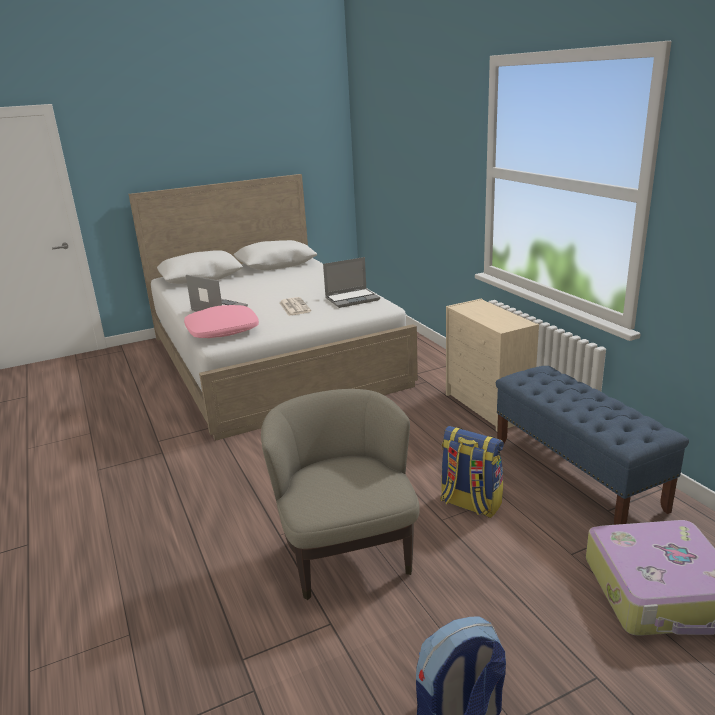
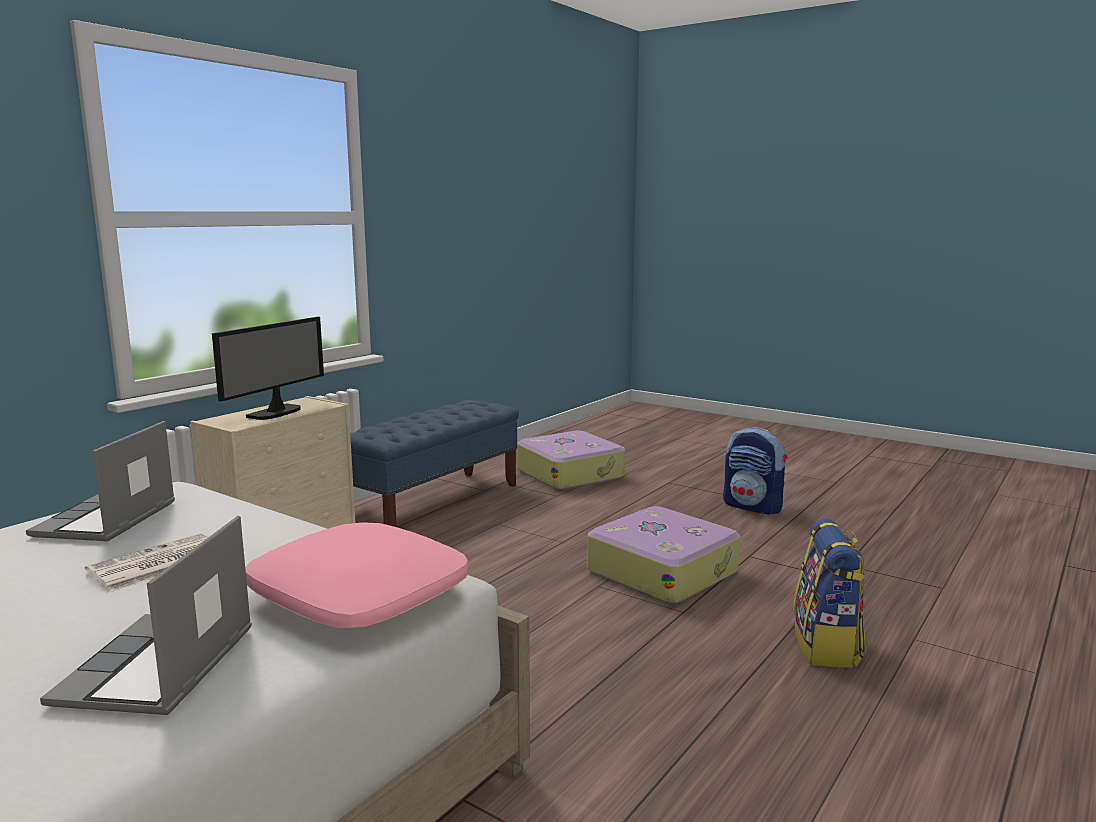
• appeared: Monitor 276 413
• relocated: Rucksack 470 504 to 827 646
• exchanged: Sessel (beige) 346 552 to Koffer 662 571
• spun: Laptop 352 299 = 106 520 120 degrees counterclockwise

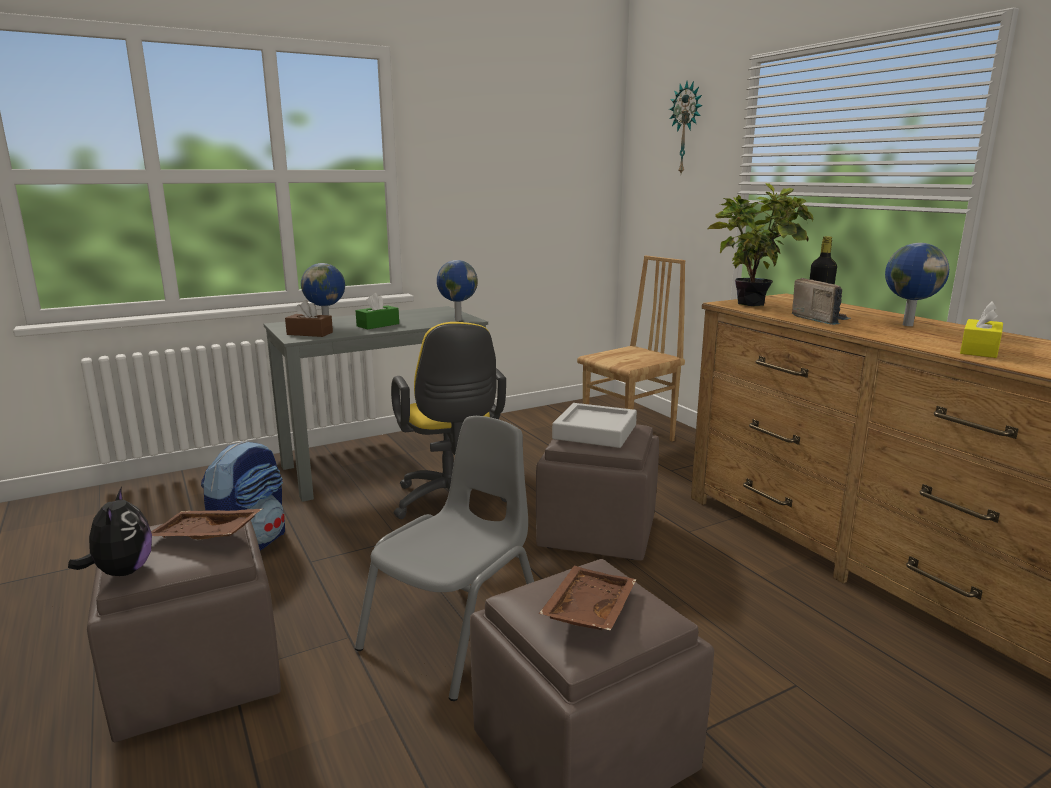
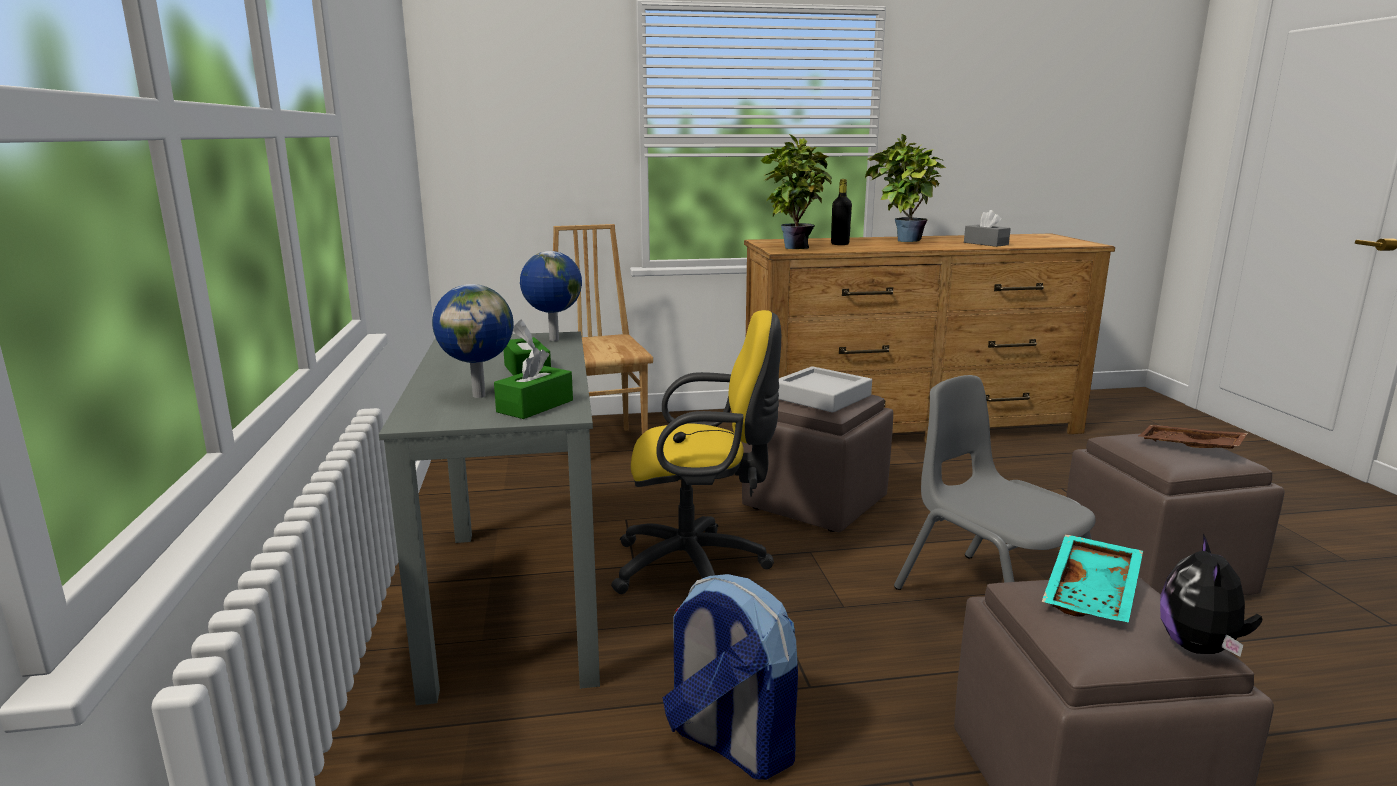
• missing: Wanduhr 686 128
• missing: Radio 819 319
• exchanged: Globus 906 325 to Topfpflanze 901 241
• colour: Tablett (braun) 205 536 to Tablett (türkis) 1094 593
• colour: Taschentuchbox (braun) 310 333 to Taschentuchbox (grün) 535 406
• colour: Taschentuchbox (gelb) 979 350 to Taschentuchbox (grau) 985 243
• spun: Plüschtier 122 572 = 1200 648 75 degrees counterclockwise

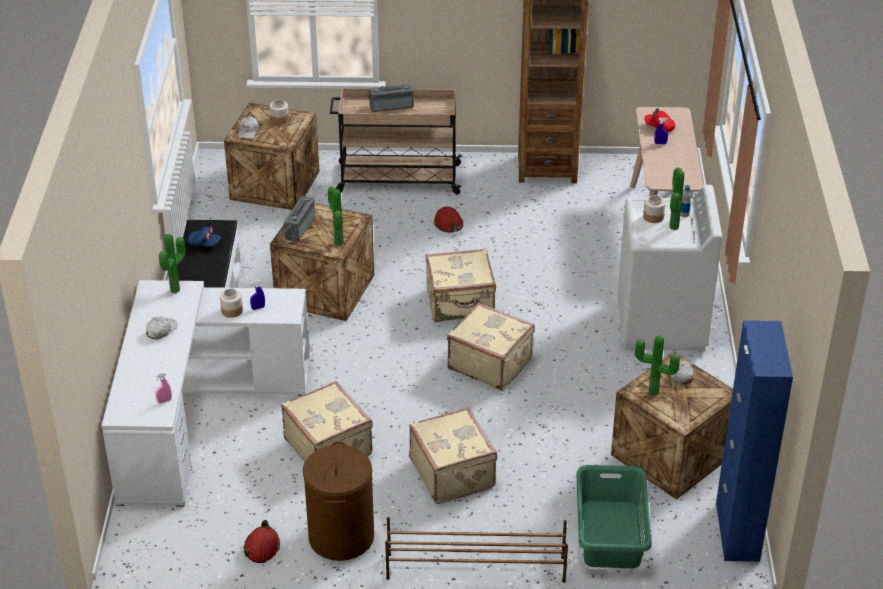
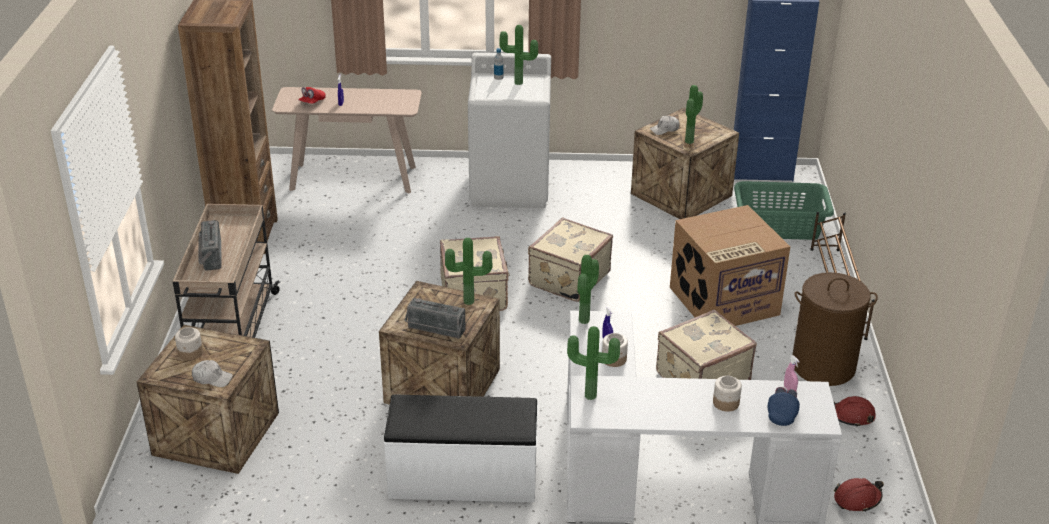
• missing: Kappe (weiß) 161 330
• appeared: Topfpflanze 586 321
• relocated: Kappe (blau) 204 243 to 782 413
• relocated: Schutzhelm (rot) 448 224 to 857 499
• relocated: Vorratsglas 653 217 to 725 403
• exchanged: Koffer (beige) 453 472 to Karton 723 302

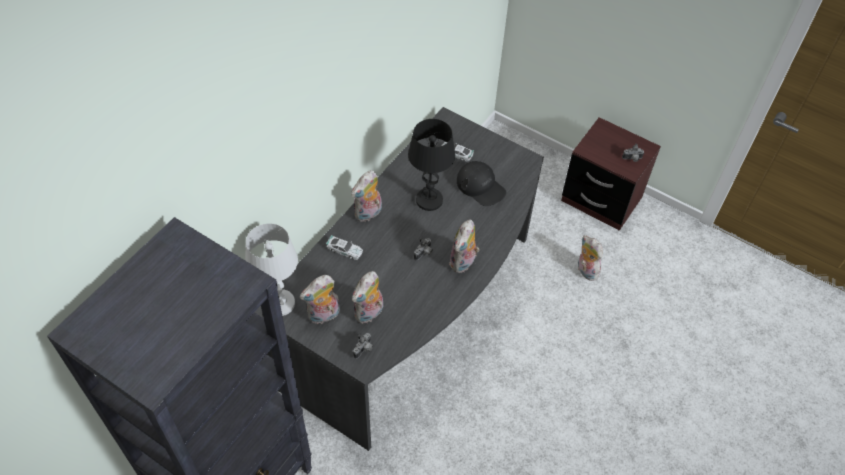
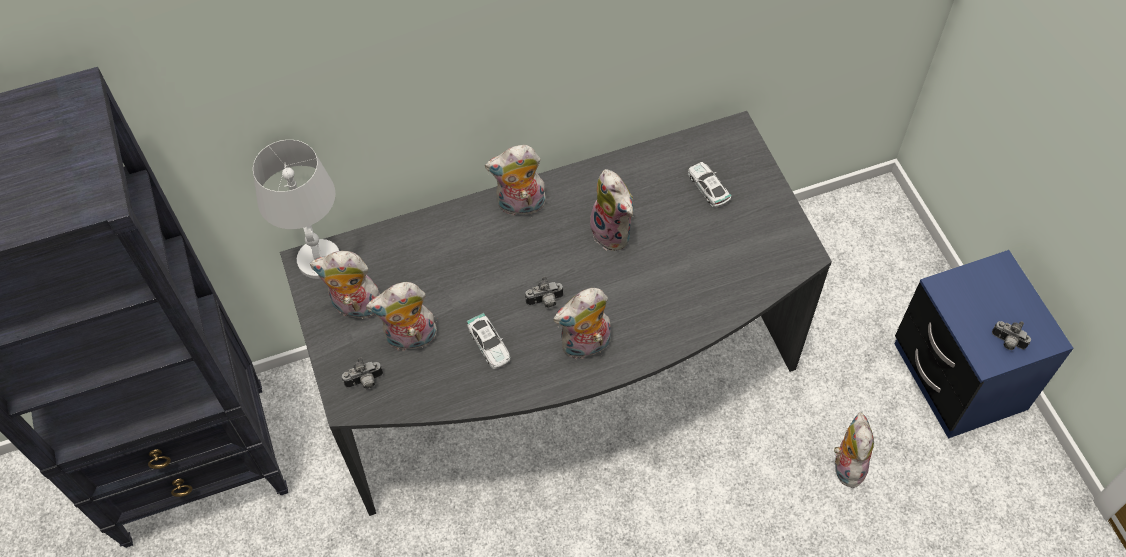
• missing: Kappe (schwarz) 481 186
• relocated: Spielzeugauto 345 250 to 489 345
• exchanged: Tischlampe (schwarz) 429 200 to Plüschtier 614 232
• colour: Nachttisch (braun) 601 199 to Nachttisch (blau) 958 376

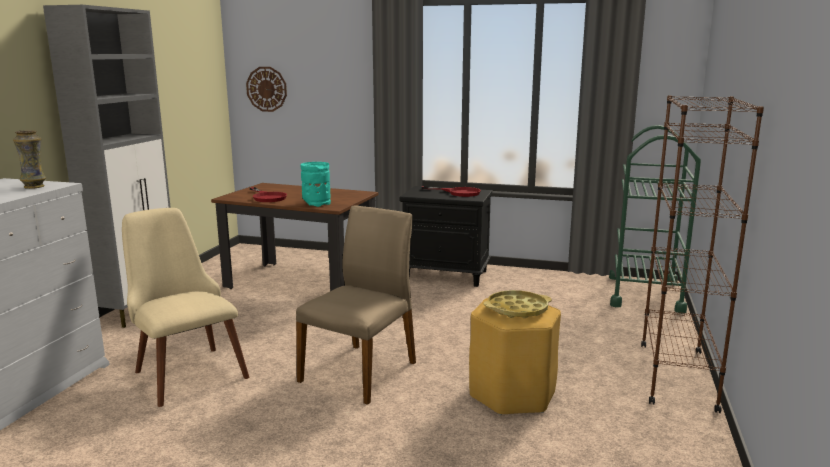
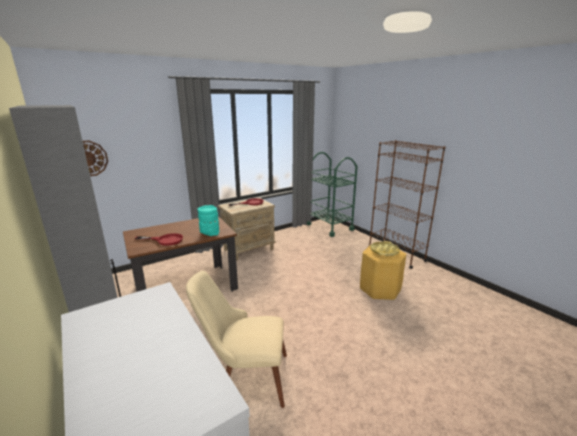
• missing: Vase 35 186
• missing: Stuhl (beige) 360 371
• colour: Nachttisch (schwarz) 447 275 to Nachttisch (beige) 249 249

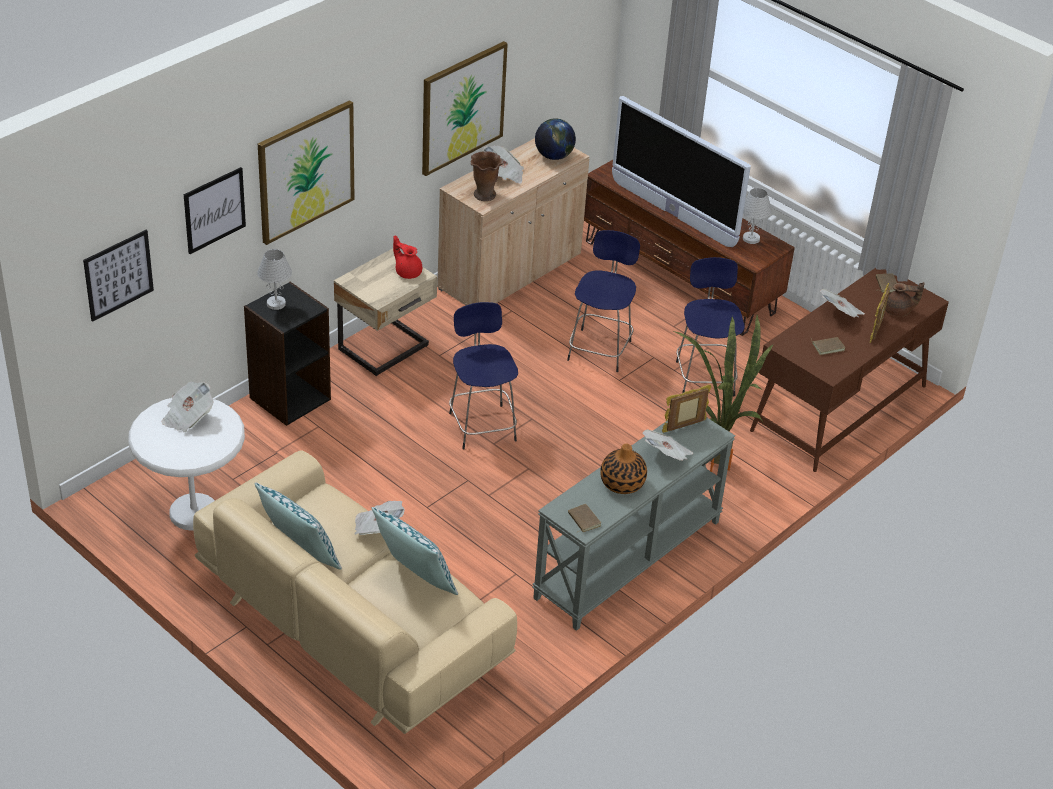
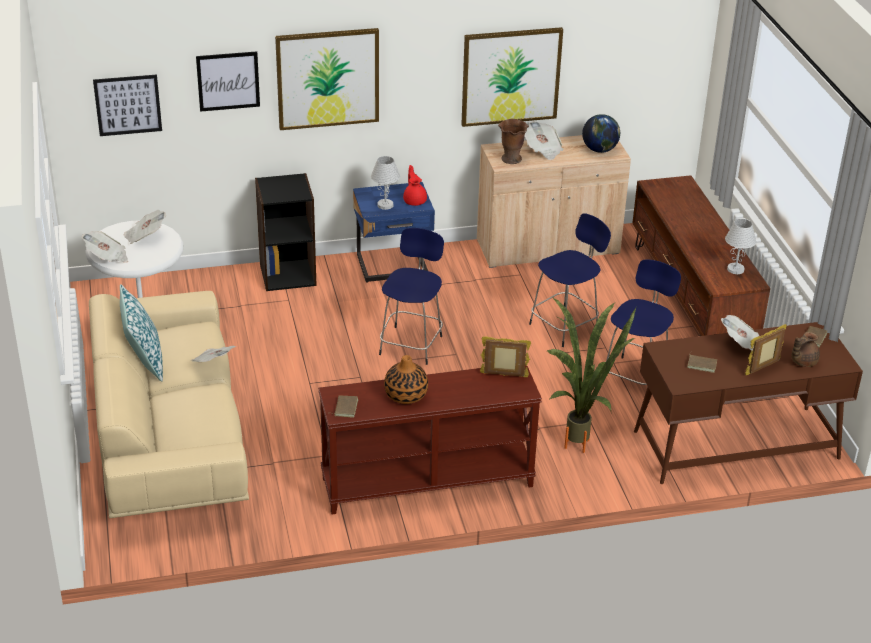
• missing: Kissen 414 579
• missing: Fernseher 672 214
• relocated: Tischlampe (weiß) 276 303 to 385 205
• relocated: Zeitung 667 455 to 107 257
• colour: Nachttisch (beige) 386 349 to Nachttisch (blau) 393 267
• colour: Konsolentisch (grau) 629 560 to Konsolentisch (braun) 427 483
• spun: Teekanne (braun) 898 311 = 802 361 105 degrees clockwise

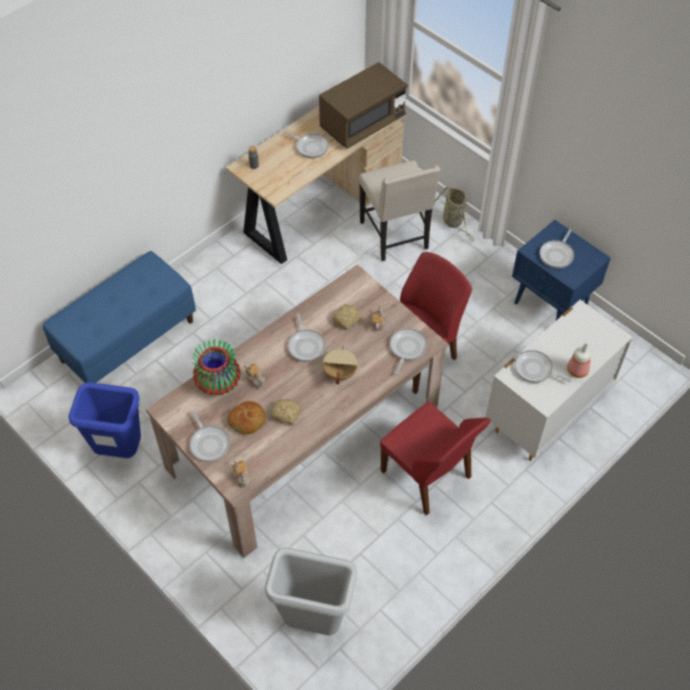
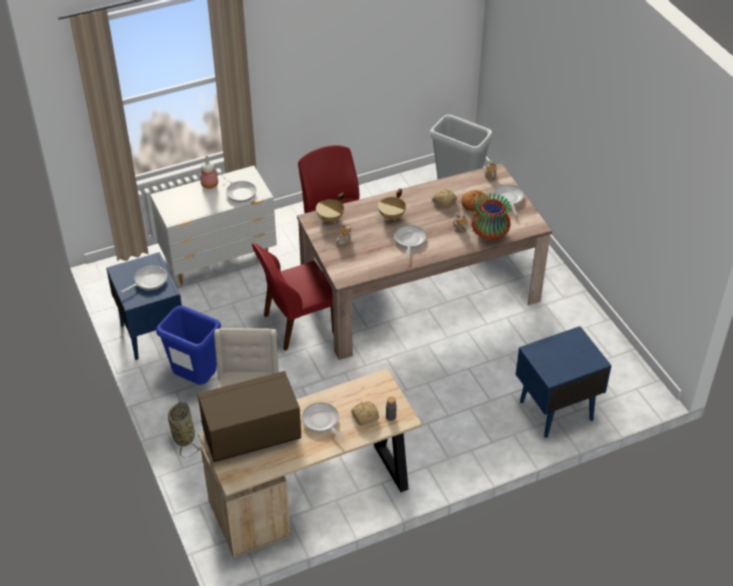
• relocated: Mülleimer (blau) 120 451 to 195 380
• relocated: Brot 347 319 to 364 416
• exchanged: Bank (blau) 128 340 to Nachttisch (blau) 555 410
• exchanged: Pfanne 407 348 to Kochtopf (beige) 330 219

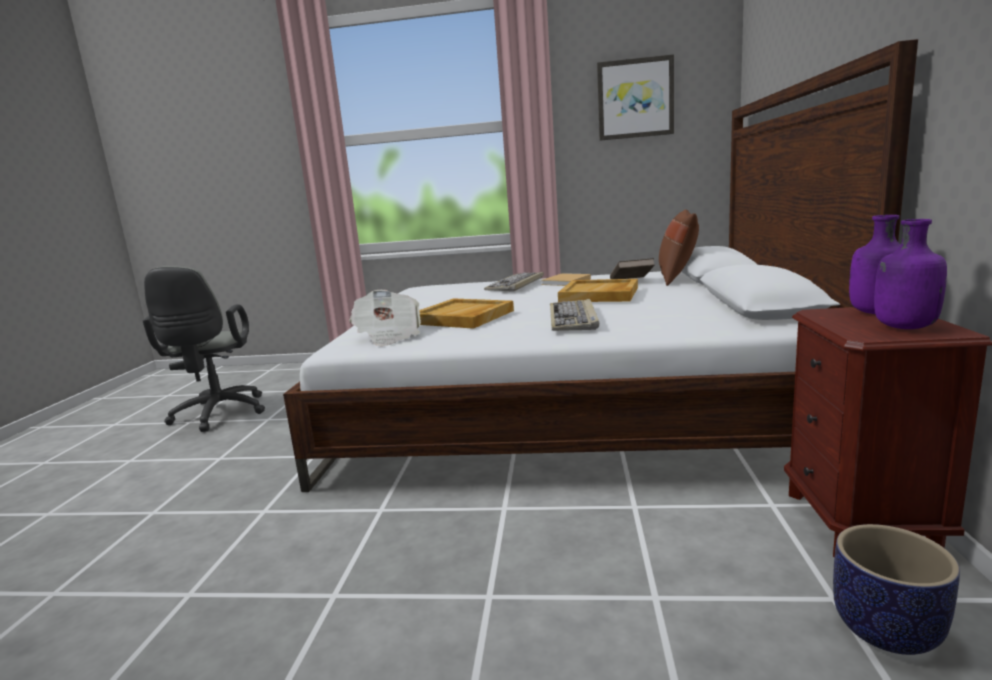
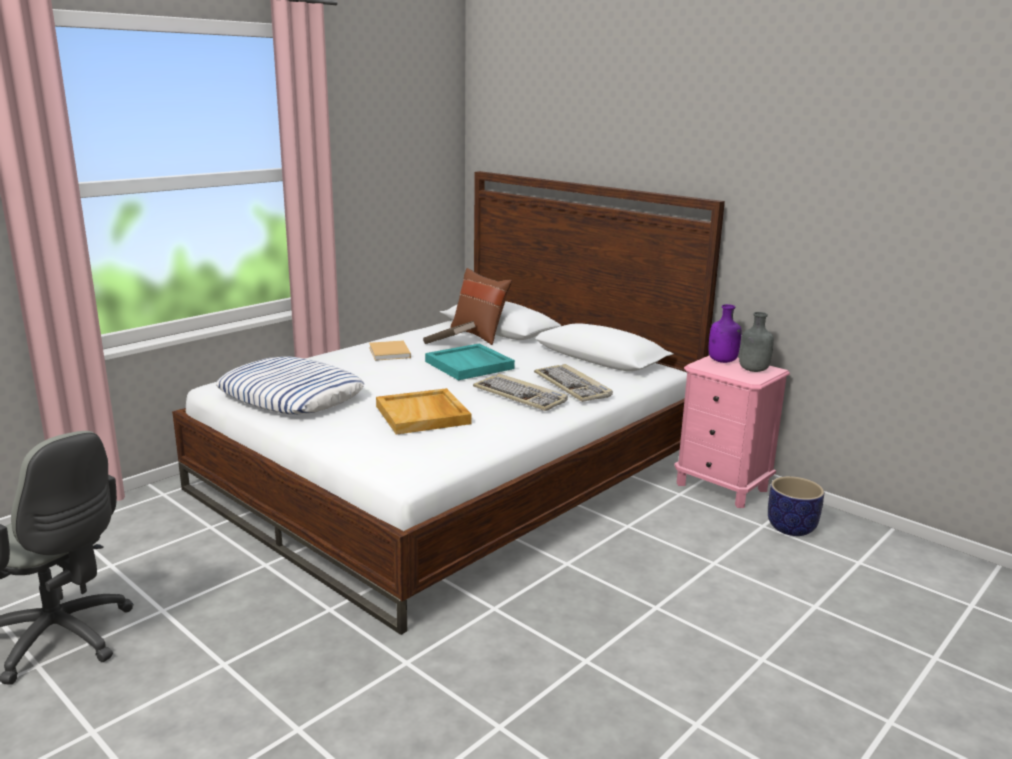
• missing: Zeitung 388 336
• missing: Bild 635 99
• appeared: Kissen 290 396
• relocated: Tastatur 516 284 to 573 386
• colour: Tablett (beige) 599 294 to Tablett (türkis) 470 365
• colour: Nachttisch (braun) 859 523 to Nachttisch (rosa) 721 487
• colour: Flasche (lila) 903 327 to Flasche (grau) 752 370

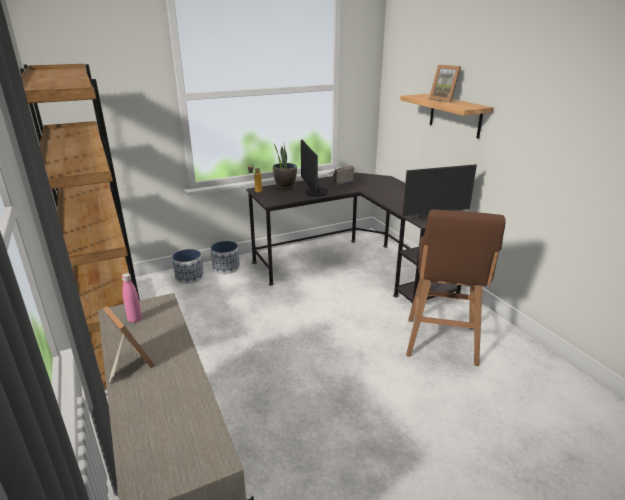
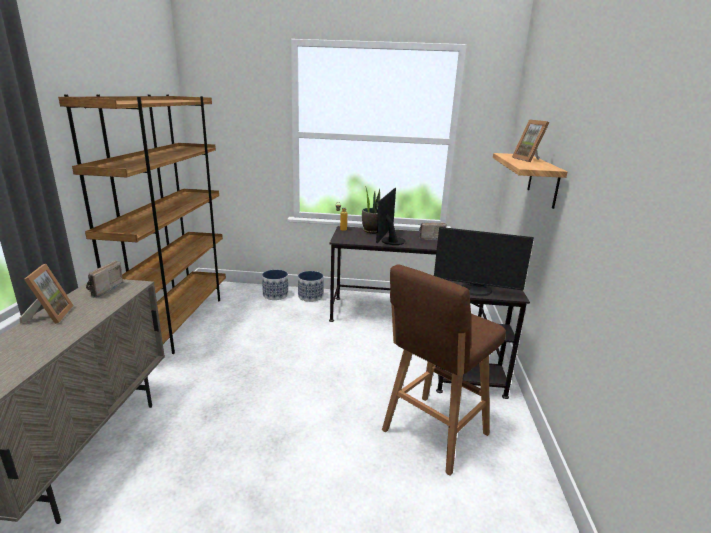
• exchanged: Flasche (rosa) 135 319 to Radio 102 290

